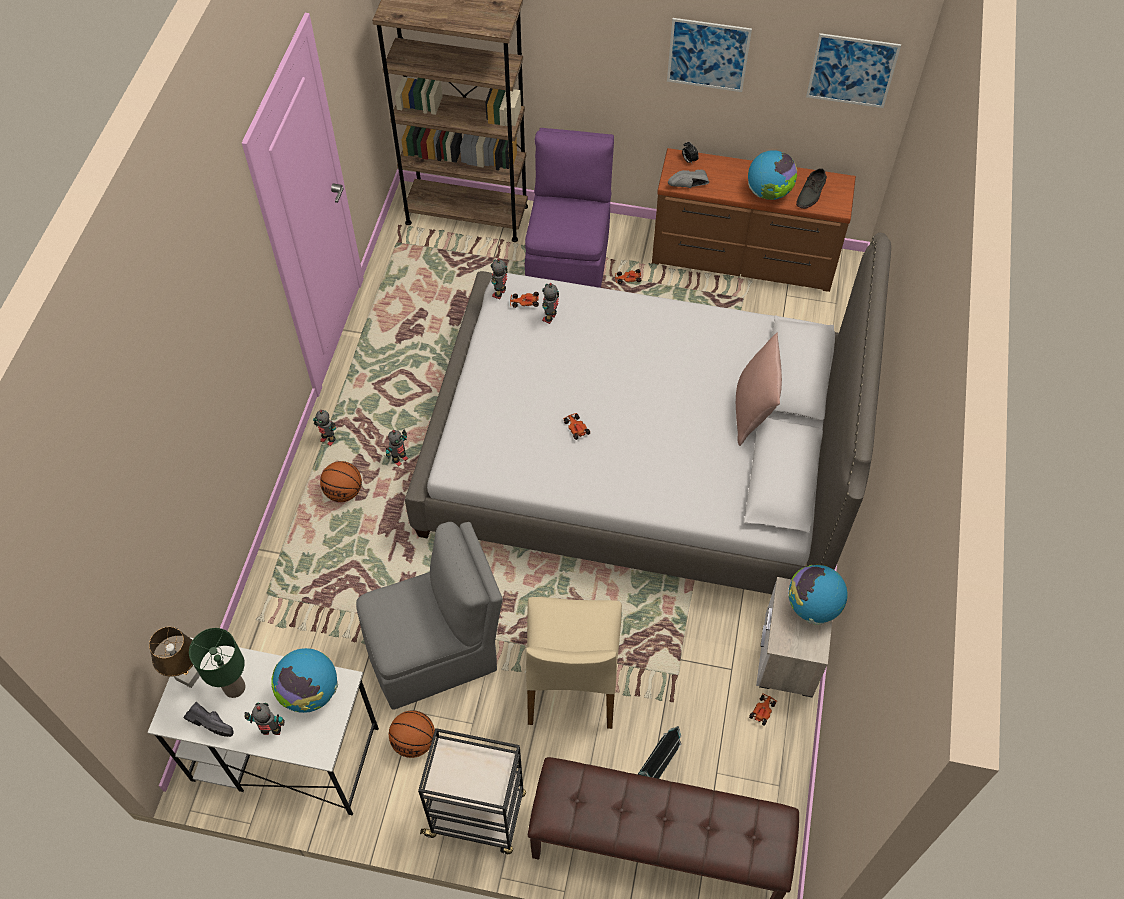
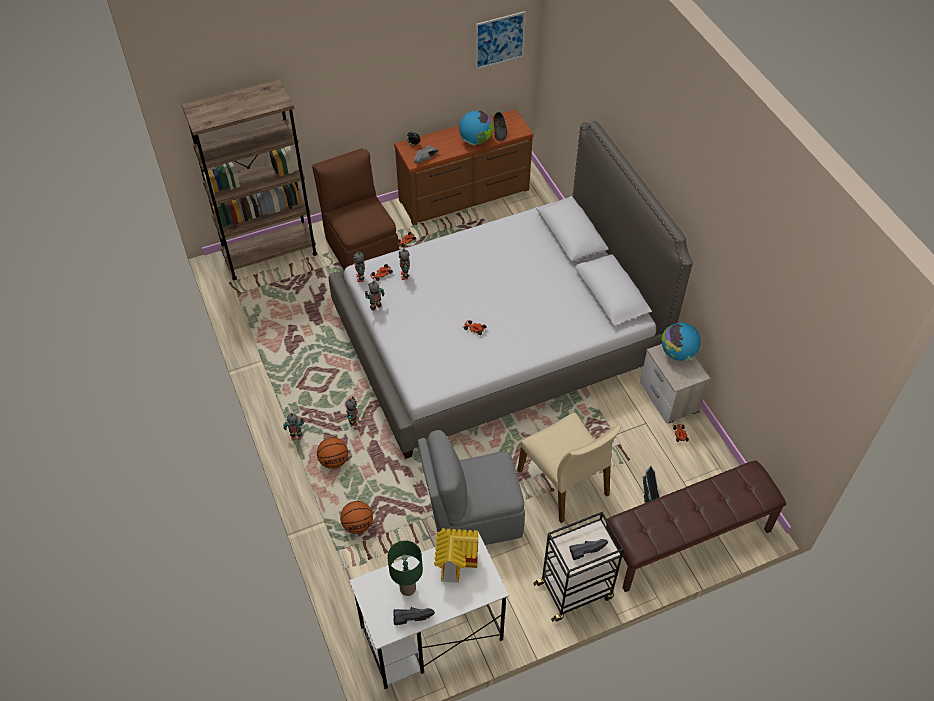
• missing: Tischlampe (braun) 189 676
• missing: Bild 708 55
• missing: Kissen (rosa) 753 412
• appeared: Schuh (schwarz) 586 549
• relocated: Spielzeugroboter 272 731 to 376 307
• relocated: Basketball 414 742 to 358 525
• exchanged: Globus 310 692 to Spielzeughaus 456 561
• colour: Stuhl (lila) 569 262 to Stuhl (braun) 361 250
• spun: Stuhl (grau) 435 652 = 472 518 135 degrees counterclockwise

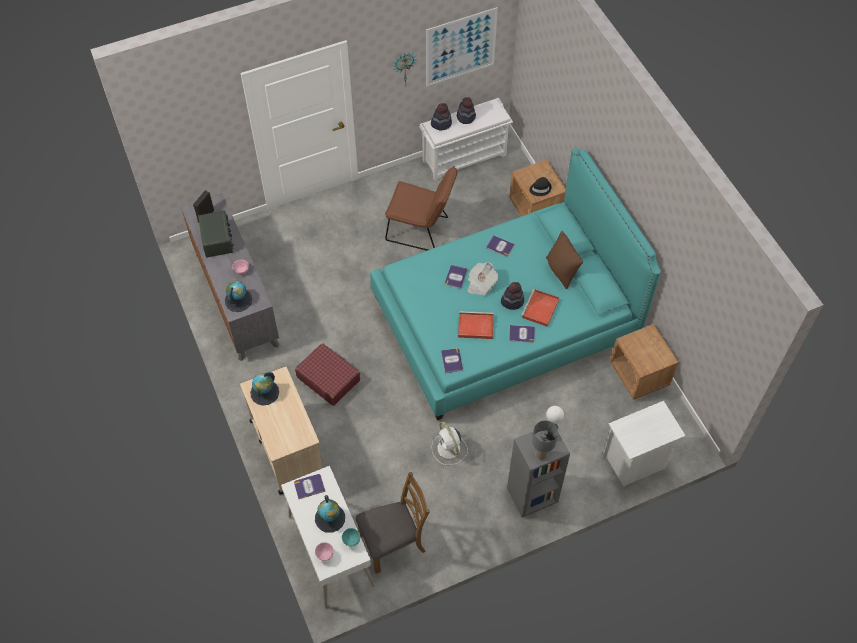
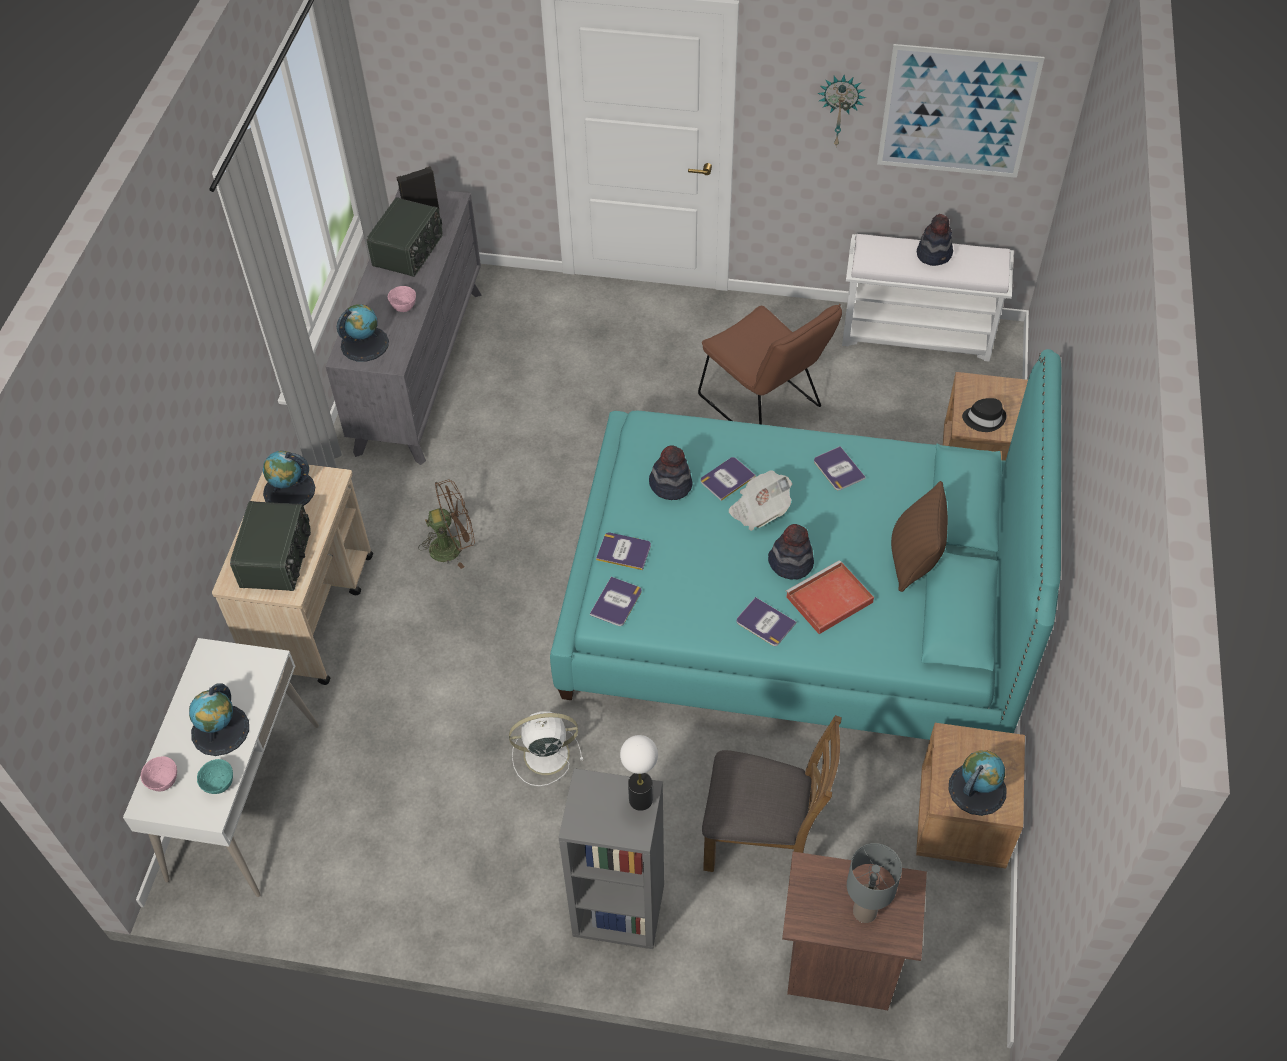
• missing: Tablett (rot) 474 326
• appeared: Radio 277 559
• appeared: Globus 977 789
• relocated: Buch 309 486 to 624 551
• relocated: Stuhl (braun) 393 542 to 762 838
• relocated: Hut 441 123 to 670 485
• relocated: Tischlampe (grau) 540 454 to 864 911
• exchanged: Koffer (rot) 328 378 to Ventilator (braun) 452 546
• colour: Nachttisch (weiß) 634 462 to Nachttisch (braun) 839 965
• spun: Ventilator (weiß) 449 449 = 544 755 75 degrees clockwise

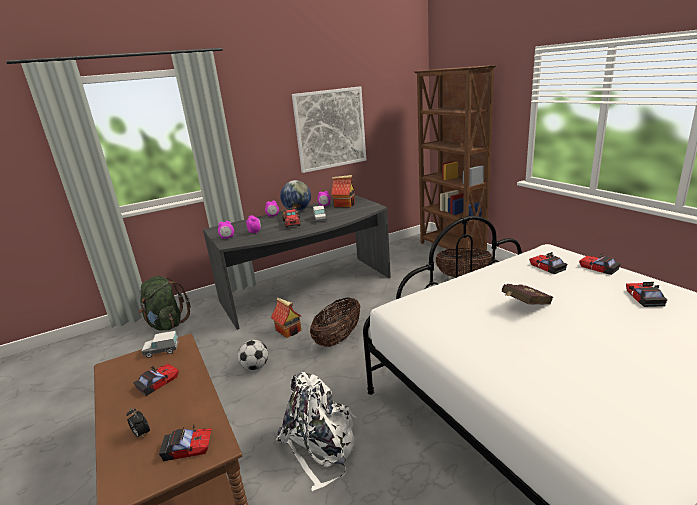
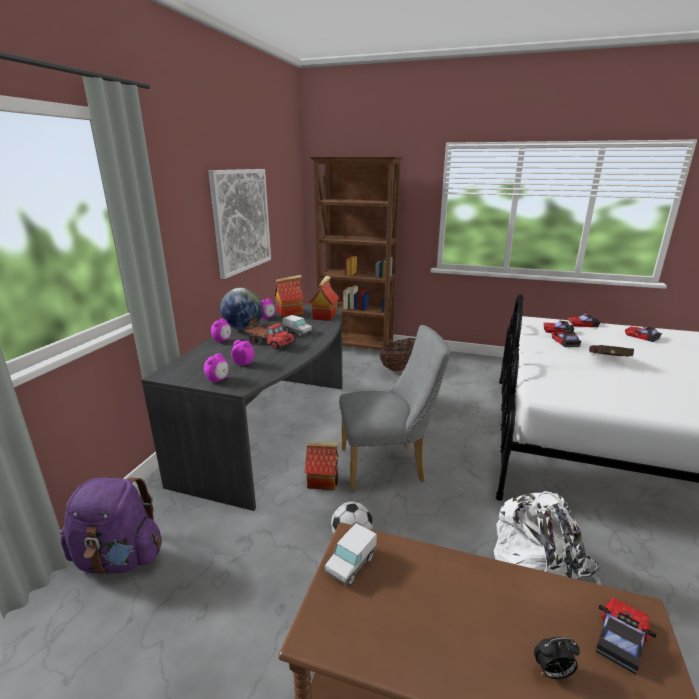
• appeared: Spielzeughaus 324 316
• relocated: Spielzeugauto 157 382 to 565 342
• exchanged: Korb 338 338 to Stuhl (grau) 388 465
• colour: Rucksack (grün) 166 324 to Rucksack (lila) 119 558

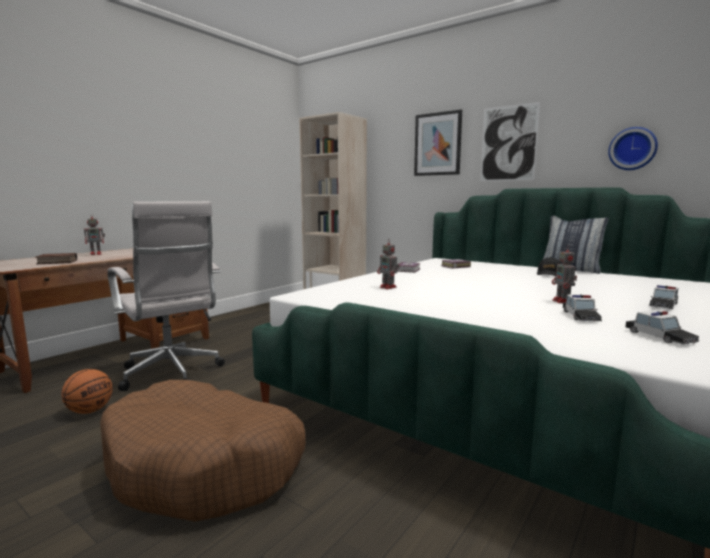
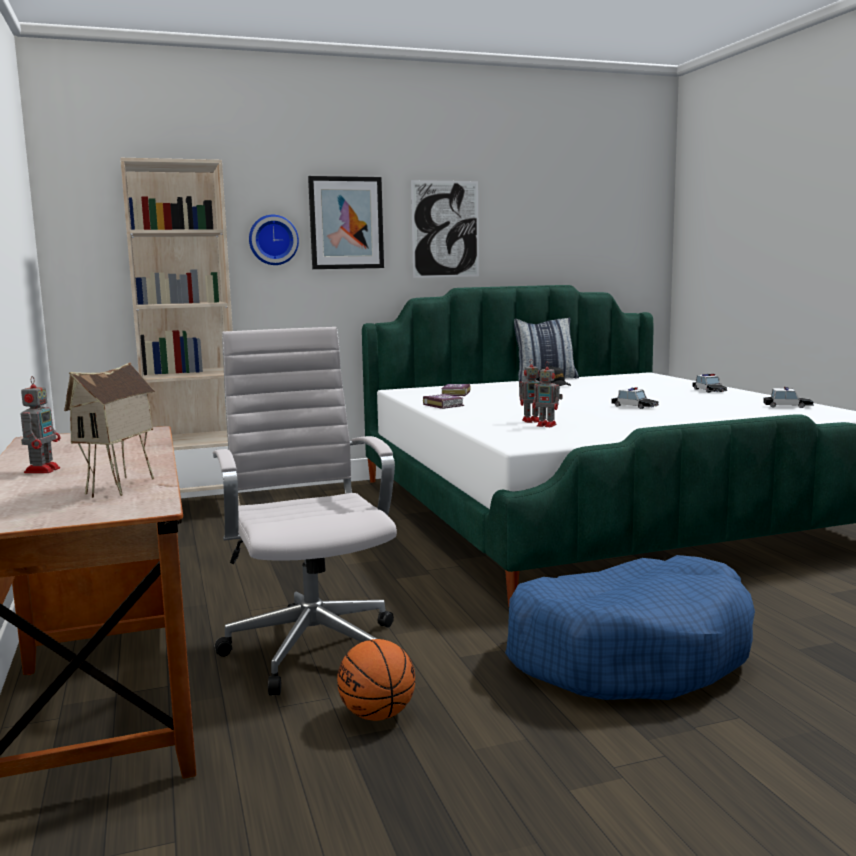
• relocated: Spielzeugroboter 563 301 to 547 425
• relocated: Spielzeugauto 580 316 to 634 406
• relocated: Wanduhr 632 149 to 273 240
• exchanged: Buch 56 262 to Spielzeughaus 121 488
• colour: Hundebett (braun) 205 465 to Hundebett (blau) 629 654
• spun: Bürostuhl (weiß) 172 374 = 311 646 105 degrees counterclockwise

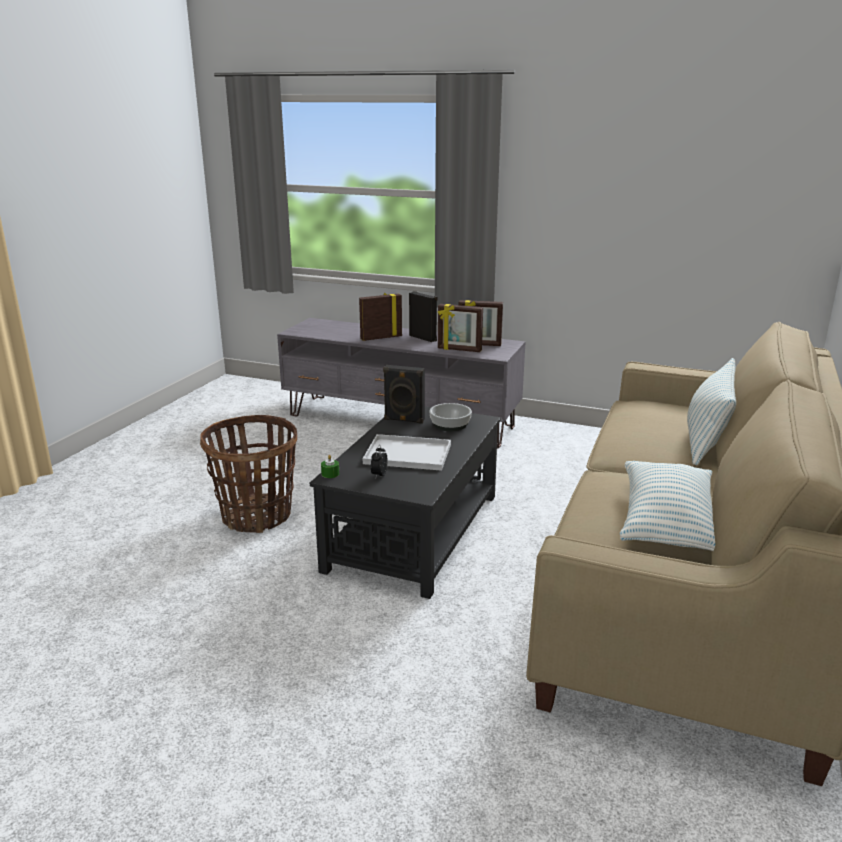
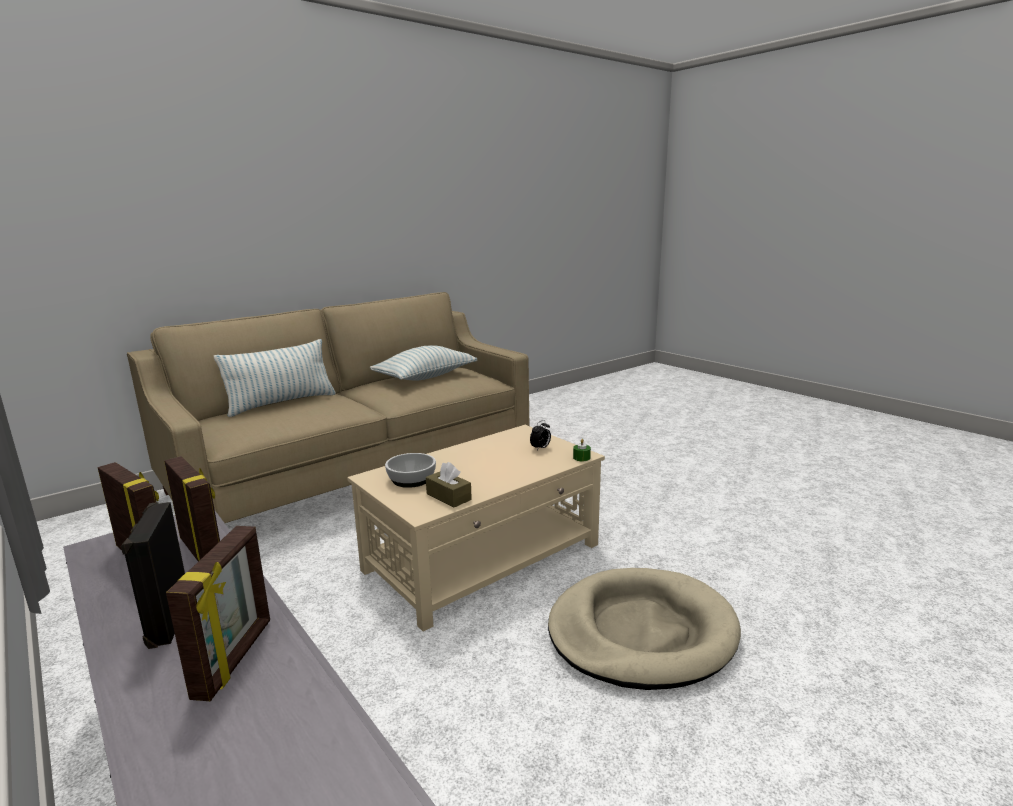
• missing: Tablett (weiß) 409 454
• exchanged: Korb 257 516 to Hundebett (beige) 641 632
• exchanged: Lautsprecher (schwarz) 404 420 to Taschentuchbox (braun) 448 497
• colour: Couchtisch (schwarz) 413 532 to Couchtisch (beige) 484 557
• spun: Bilderrahmen 381 338 = 235 658 90 degrees counterclockwise

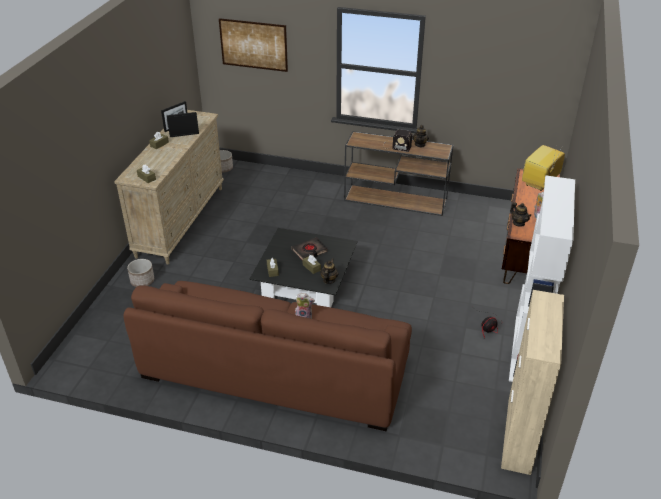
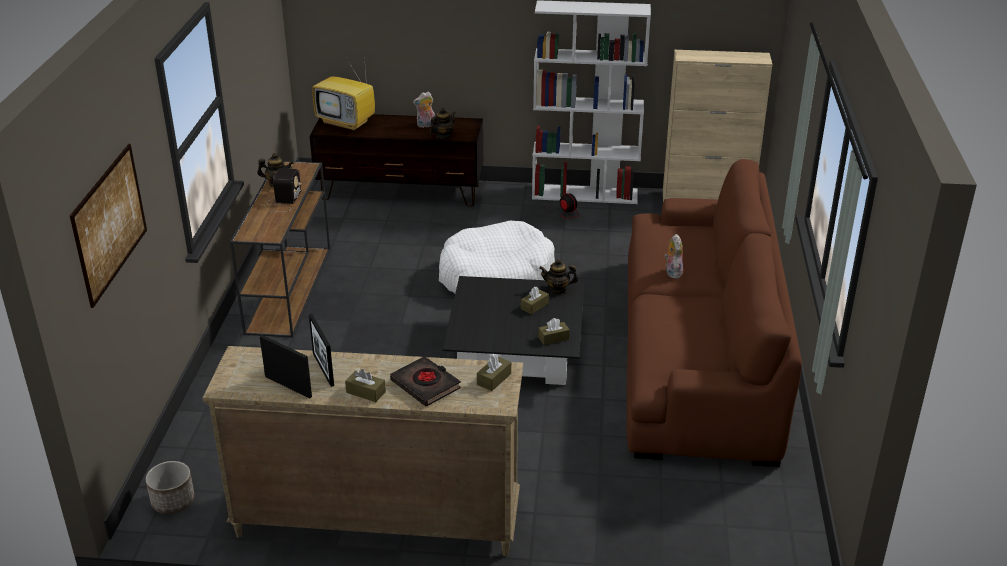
• missing: Pflanzkübel 142 281
• appeared: Hundebett (weiß) 495 276
• relocated: Buch (schwarz) 309 251 to 426 385

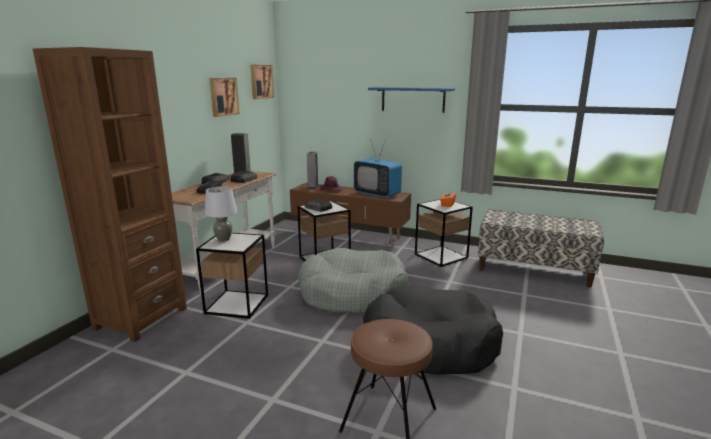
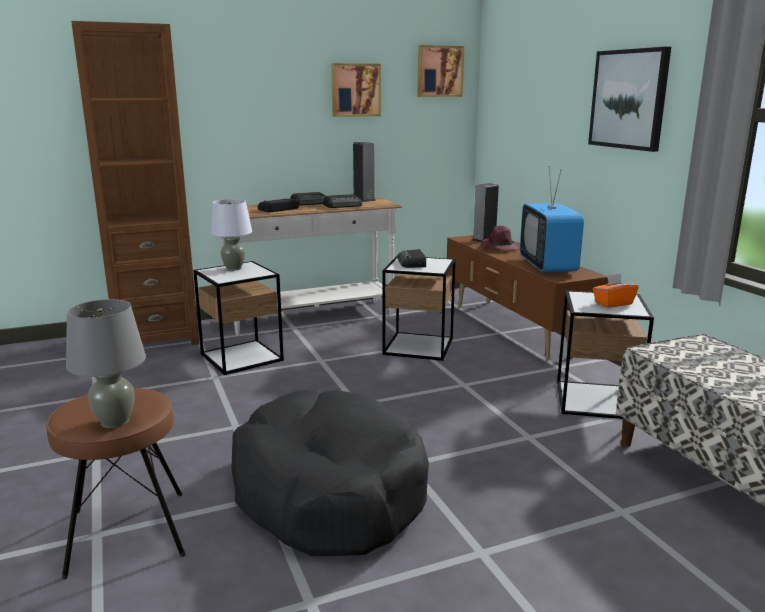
• missing: Hundebett (grau) 353 293
• appeared: Tischlampe (grau) 115 422
• exchanged: Wandregal (blau) 413 99 to Bild 629 99

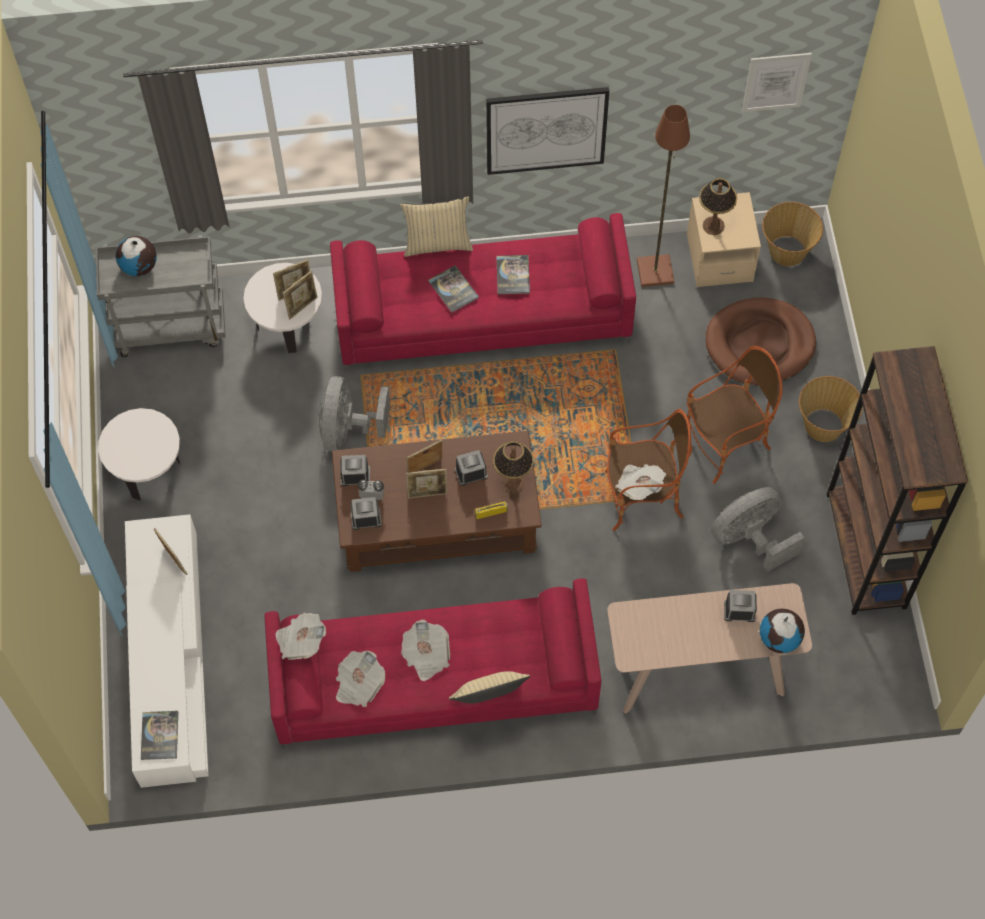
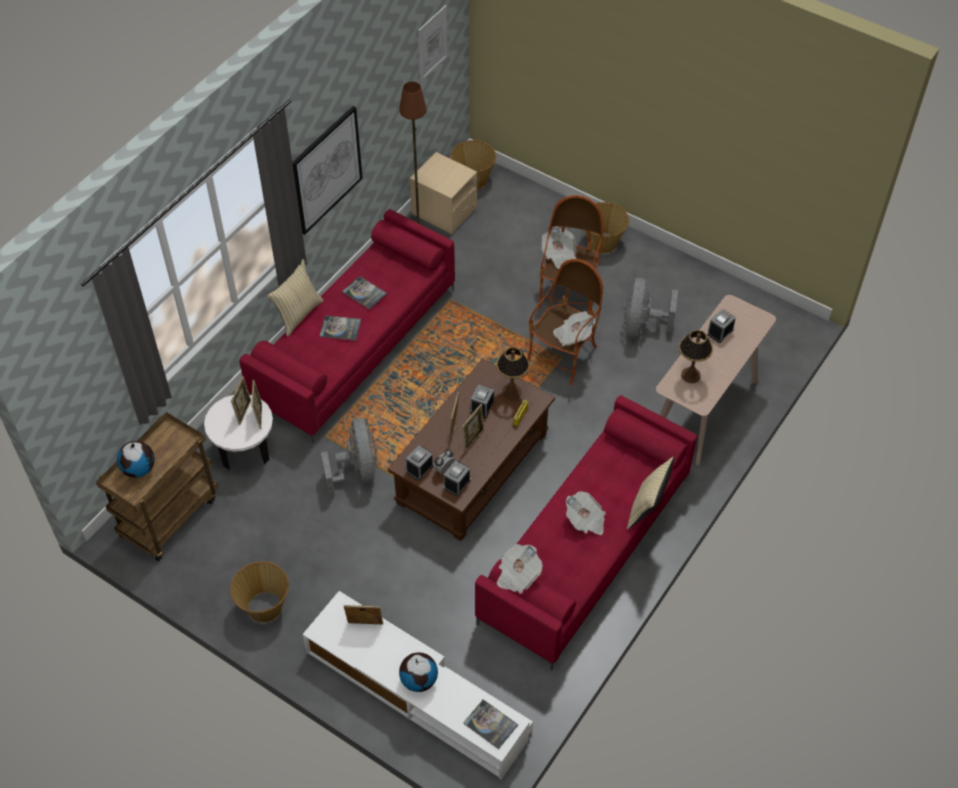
• missing: Hundebett (braun) 759 344
• missing: Bücherregal (braun) 866 551
• relocated: Zeitung 359 684 to 558 254
• relocated: Tischlampe 713 225 to 690 375
• relocated: Globus 779 639 to 419 680
• exchanged: Beistelltisch (weiß) 149 471 to Korb 264 606
• colour: Rollwagen (grau) 172 326 to Rollwagen (braun) 169 515
• spun: Ventilator (grau) 348 430 = 357 471 150 degrees counterclockwise

